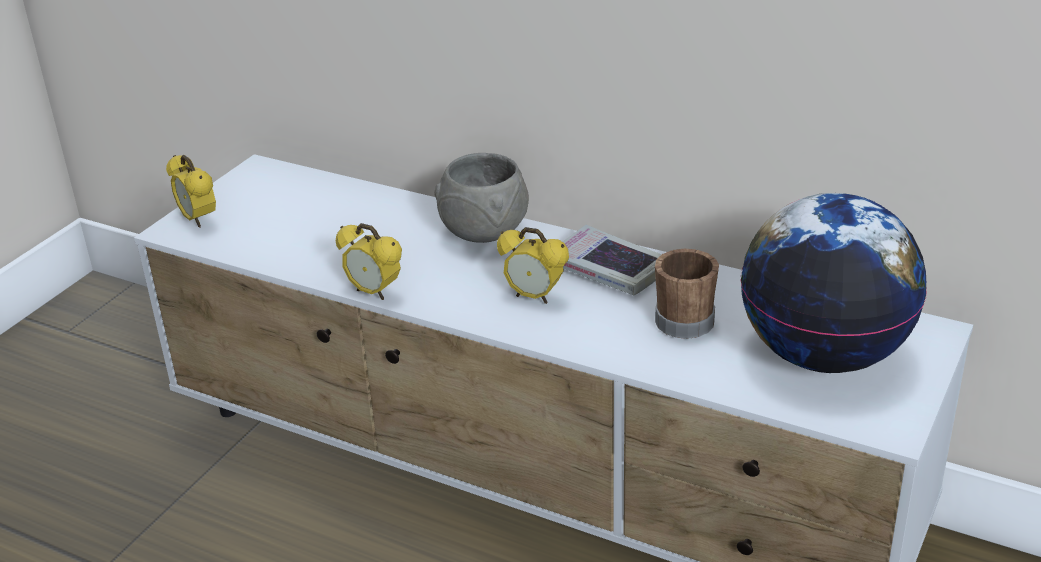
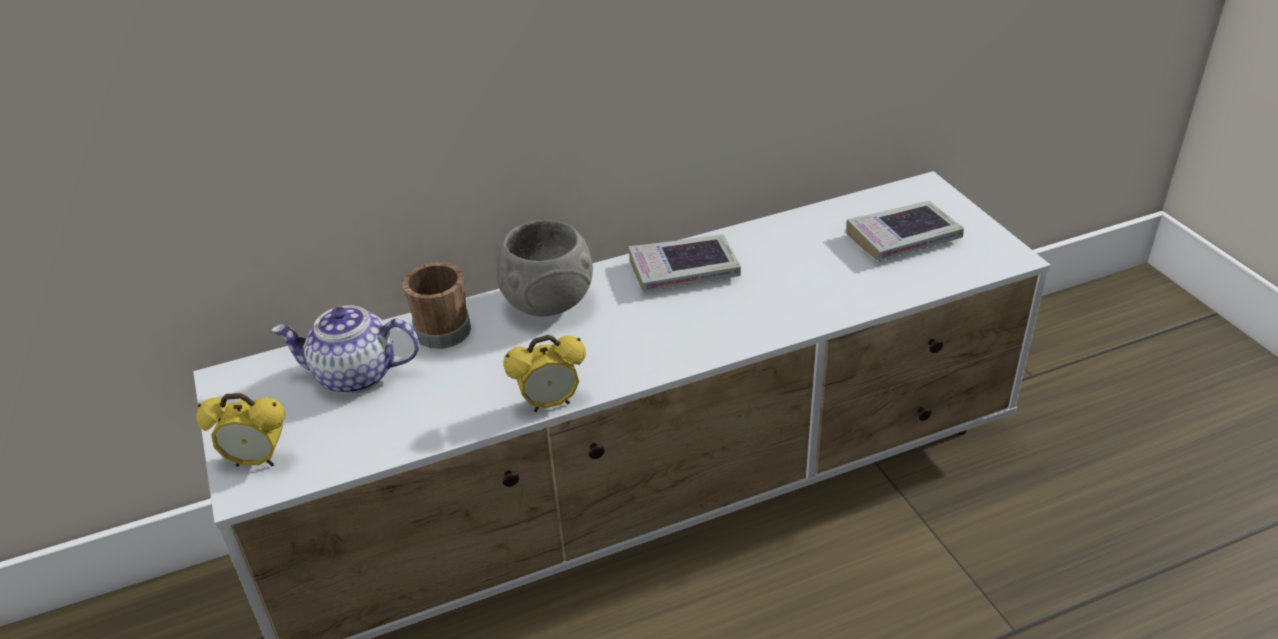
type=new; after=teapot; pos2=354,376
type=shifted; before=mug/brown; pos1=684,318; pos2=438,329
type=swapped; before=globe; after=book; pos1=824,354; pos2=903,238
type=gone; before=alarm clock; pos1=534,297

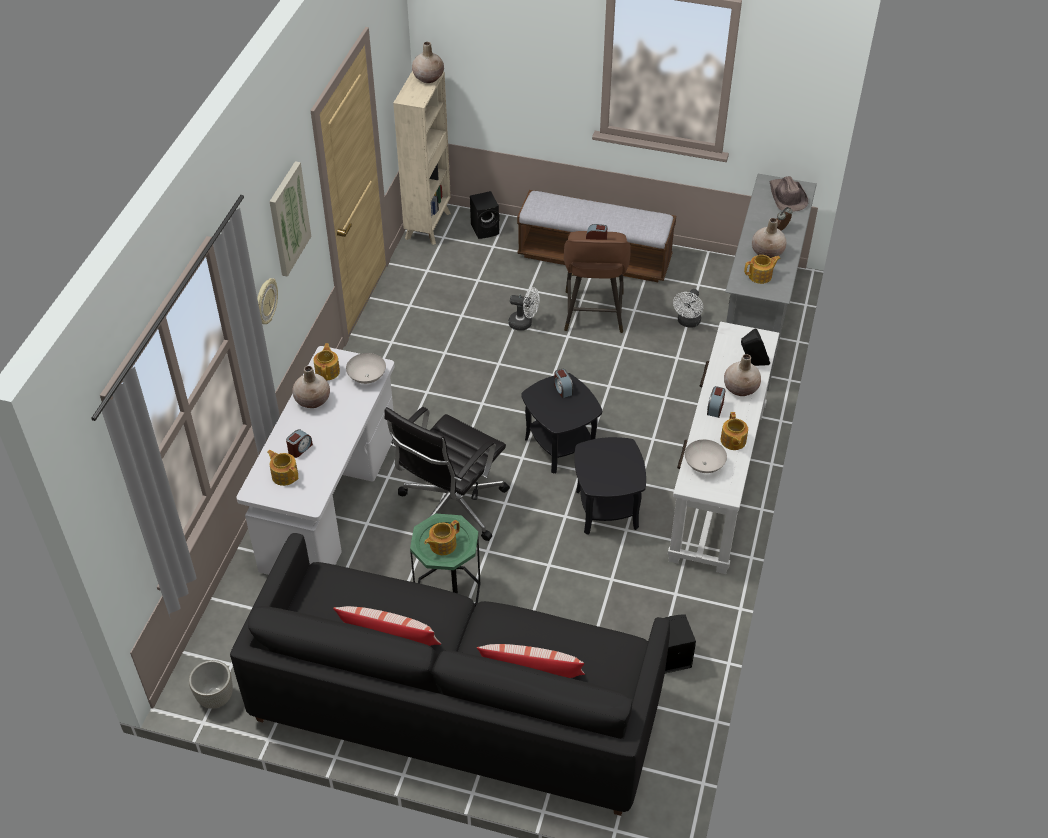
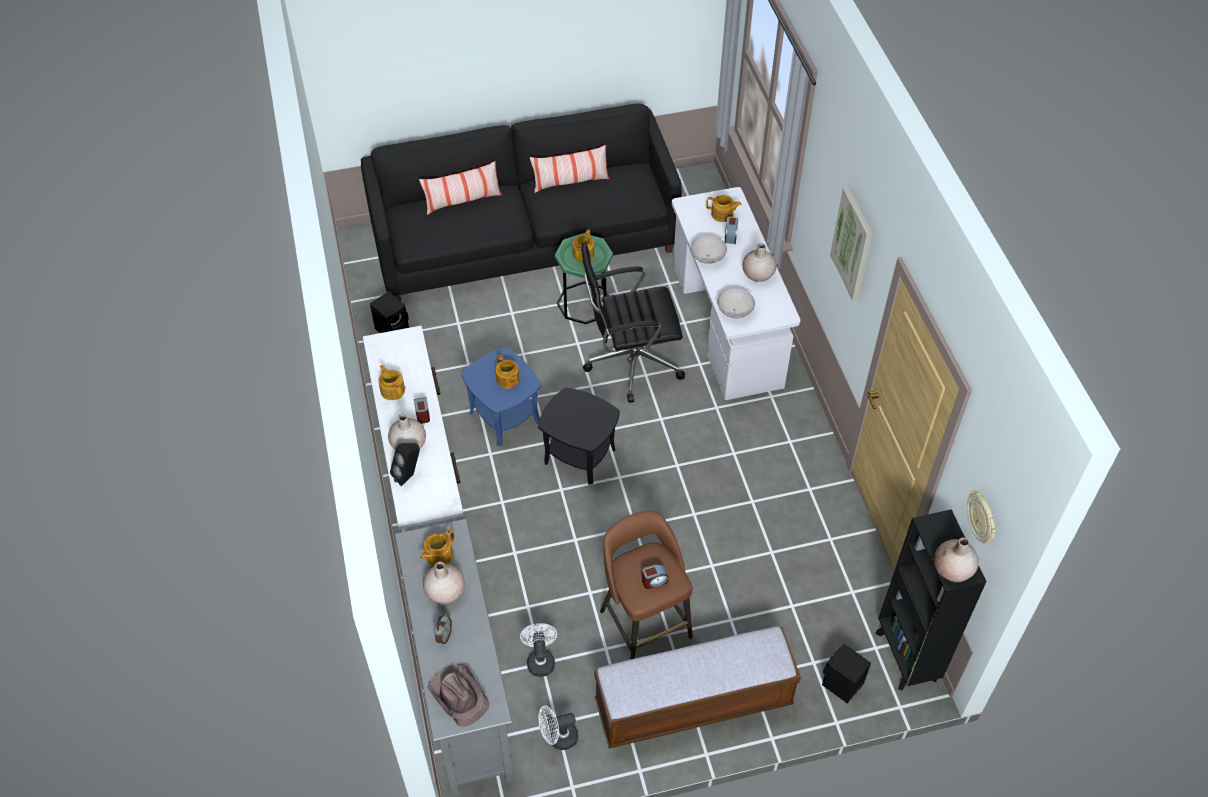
type=repainted; before=side table/black; after=side table/blue; pos1=607,510; pos2=504,417
type=shifted; before=teapot; pos1=328,371; pos2=507,380
type=shifted; before=fan/white; pos1=524,323; pos2=558,738
type=rotated; before=office chair/black; pos1=450,508; pos2=630,362; turn=-105
type=shifted; before=bowl/white; pos1=704,465; pos2=707,258
type=repainted; before=bookcase/beige; after=bookcase/black; pos1=428,225; pos2=906,657
type=shifted; before=wall clock; pos1=265,302; pos2=982,518
type=gone; before=planter/grey; pos1=215,698
type=gone; before=alarm clock; pos1=563,389

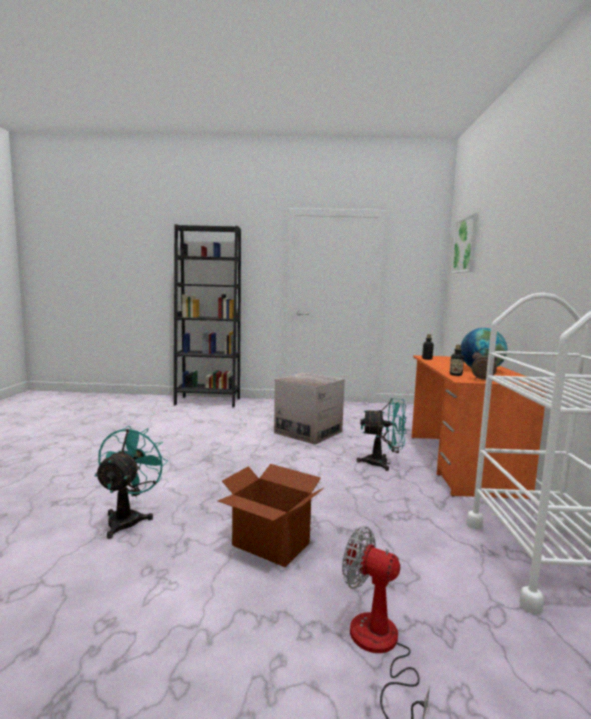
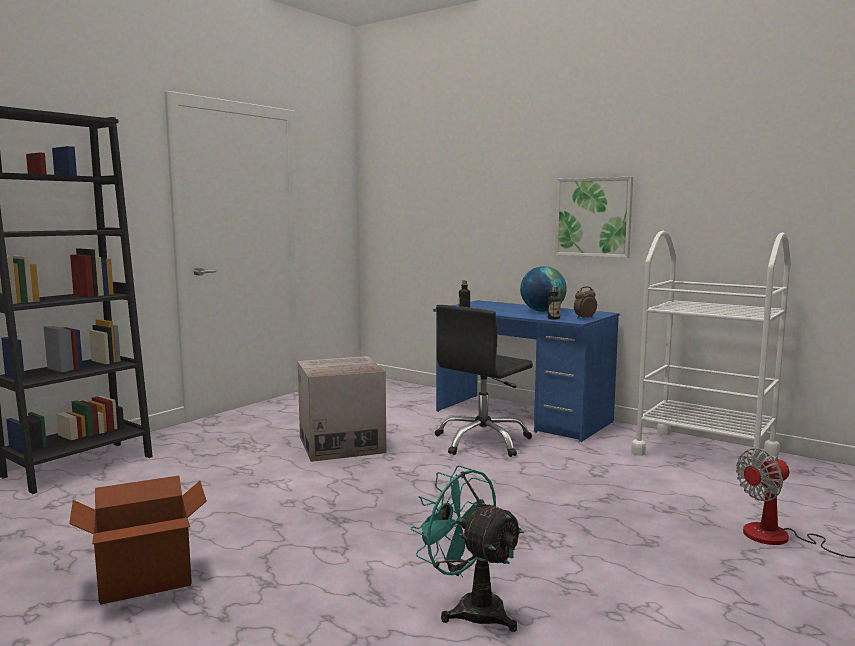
type=shifted; before=cardboard box; pos1=270,545; pos2=145,580
type=repainted; before=desk/orange; after=desk/blue; pos1=461,463; pos2=522,417
type=swapped; before=fan/turquoise; after=office chair/black; pos1=383,463; pos2=483,441
type=shifted; before=picture; pos1=465,245; pos2=593,217

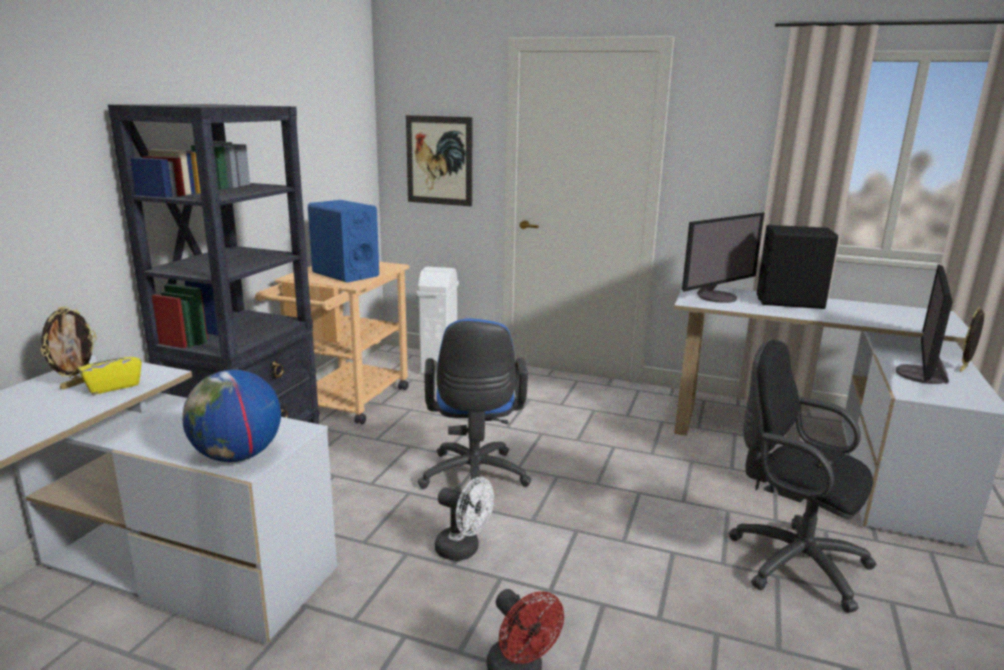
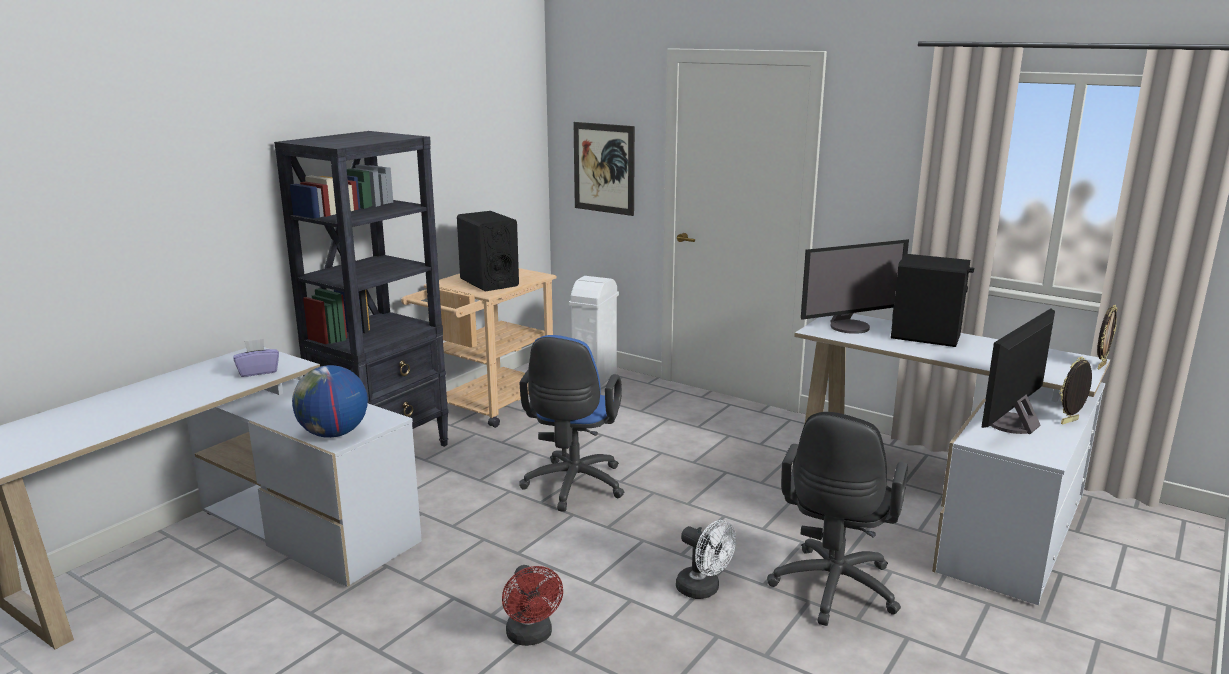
type=repainted; before=tissue box/yellow; after=tissue box/purple; pos1=113,386; pos2=258,371
type=repainted; before=speaker/blue; after=speaker/black; pos1=345,274; pos2=489,282
type=shifted; before=fan/white; pos1=463,550; pos2=703,590
type=rotated; before=office chair/black; pos1=790,560; pos2=832,591; turn=-120
type=shifted; before=picture frame; pos1=76,384; pos2=1100,366

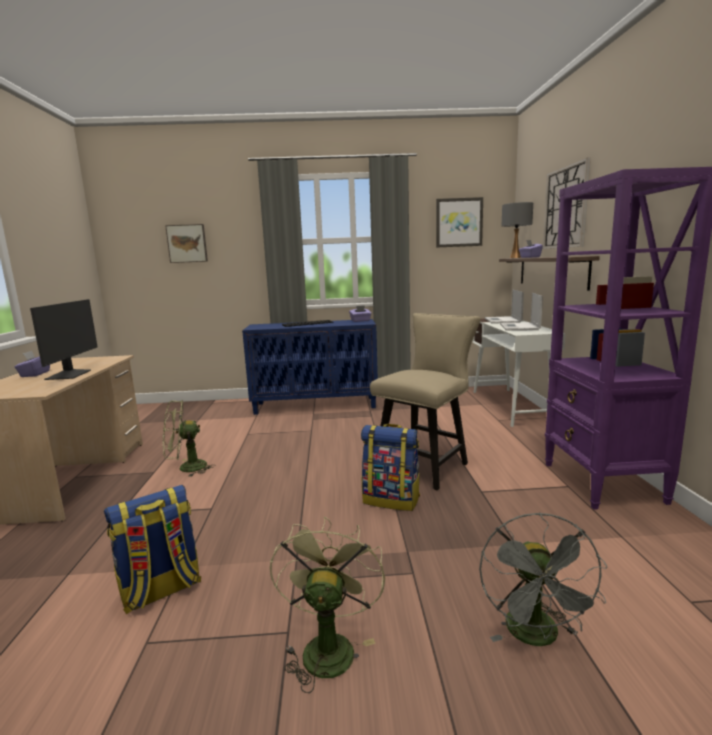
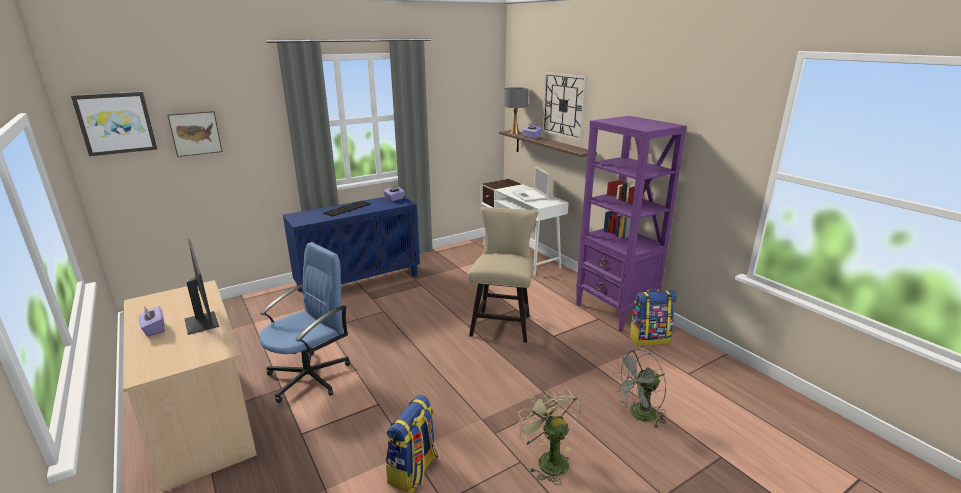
type=shifted; before=picture; pos1=459,222; pos2=116,123
type=swapped; before=fan/green; after=office chair/blue; pos1=186,468; pos2=310,376
type=rotated; before=fan/grey; pos1=537,637; pos2=638,415; turn=90
type=shifted; before=backpack; pos1=392,499; pos2=649,338
type=gone; before=laptop; pos1=503,320

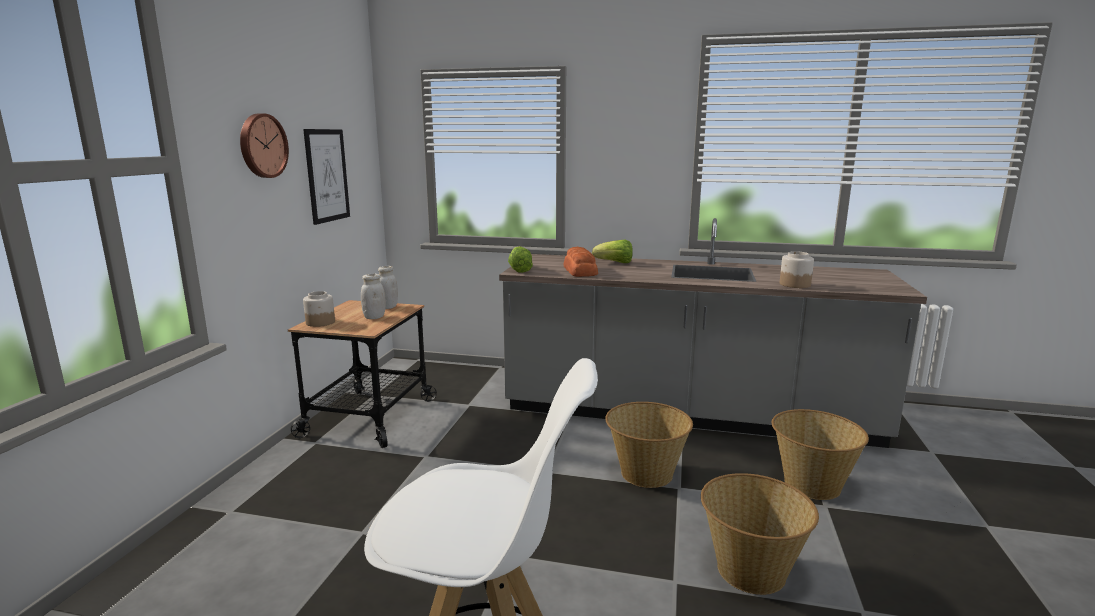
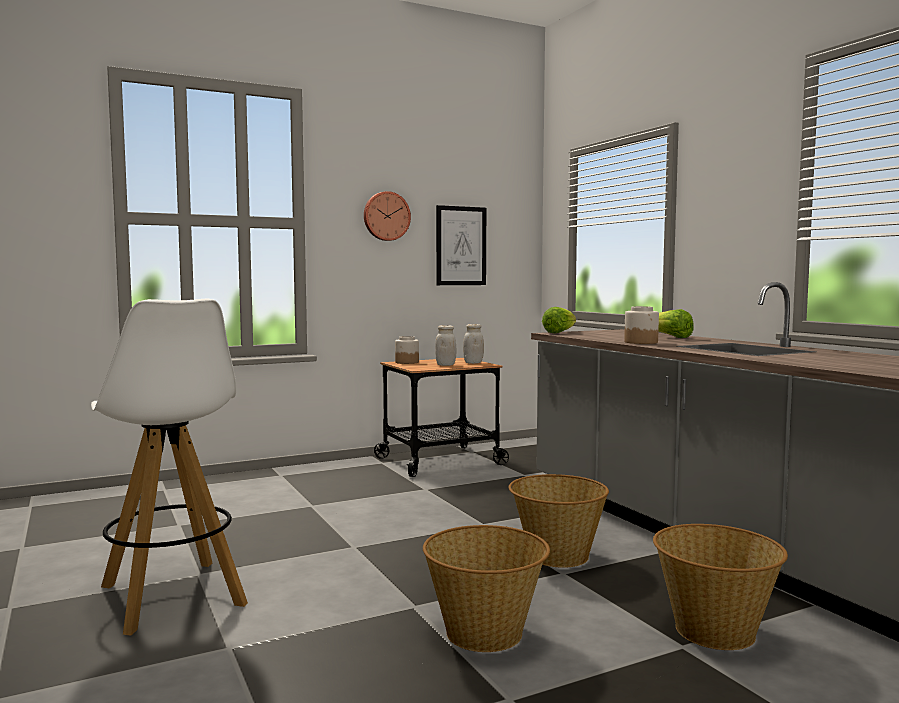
type=shifted; before=jar; pos1=794,284; pos2=641,342
type=gone; before=bread; pos1=580,271

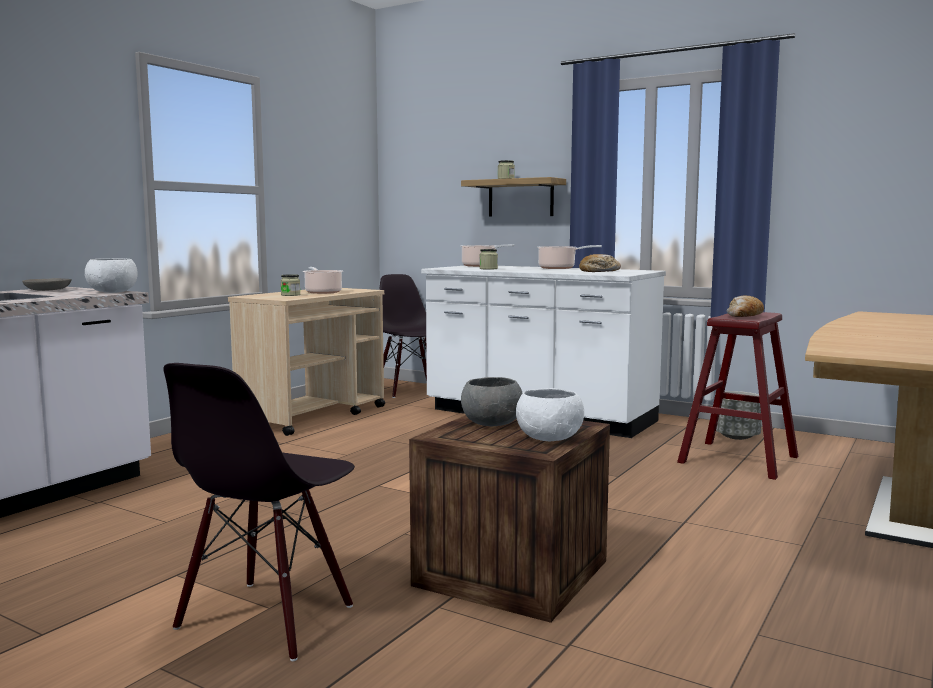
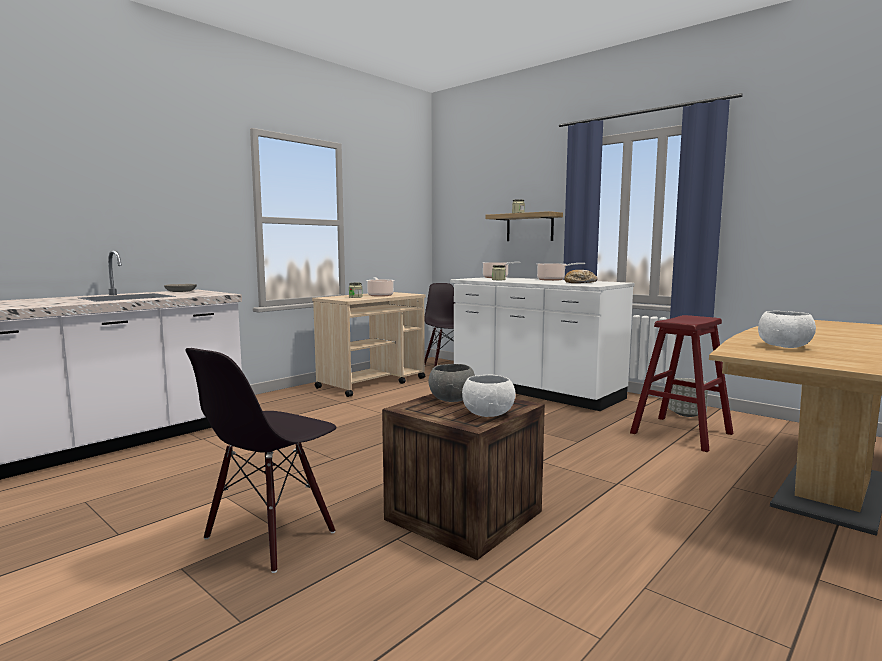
type=shifted; before=bowl/white; pos1=112,292; pos2=783,346
type=gone; before=bread; pos1=744,316

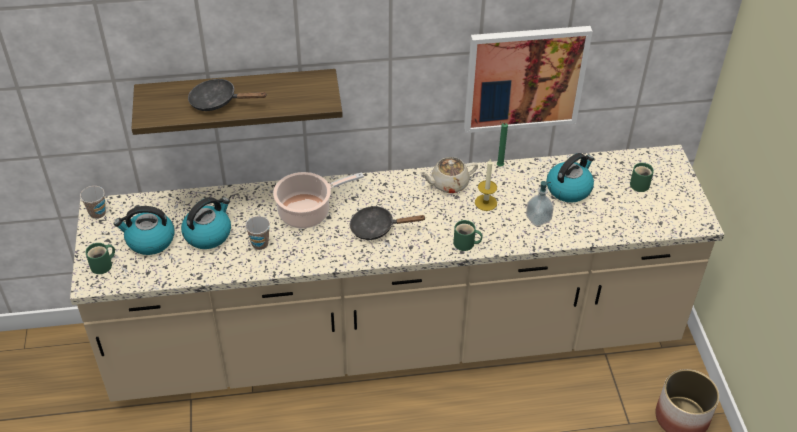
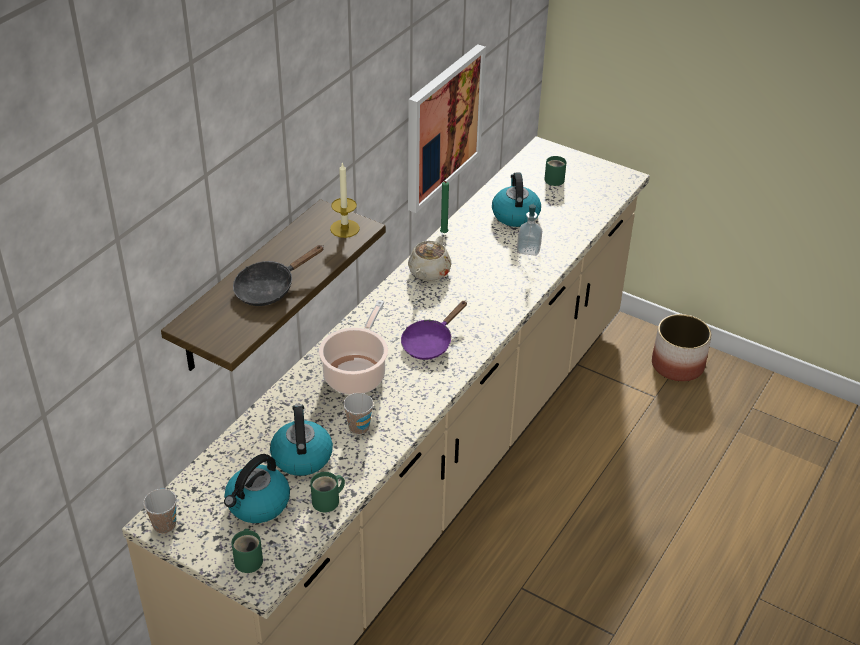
type=shifted; before=mug/green; pos1=465,244; pos2=328,501
type=shifted; before=candle; pos1=485,202; pos2=344,228
type=repainted; before=frying pan/black; after=frying pan/purple; pos1=377,228; pos2=430,343

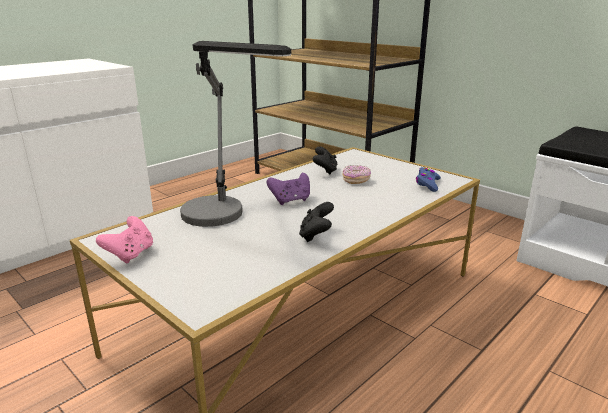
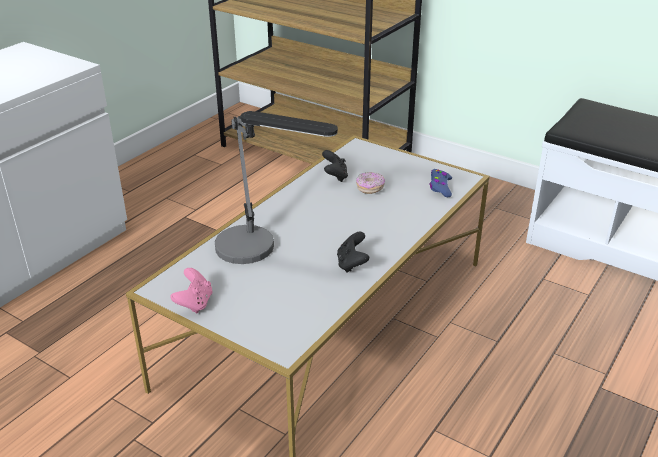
type=gone; before=game controller/purple; pos1=290,200

